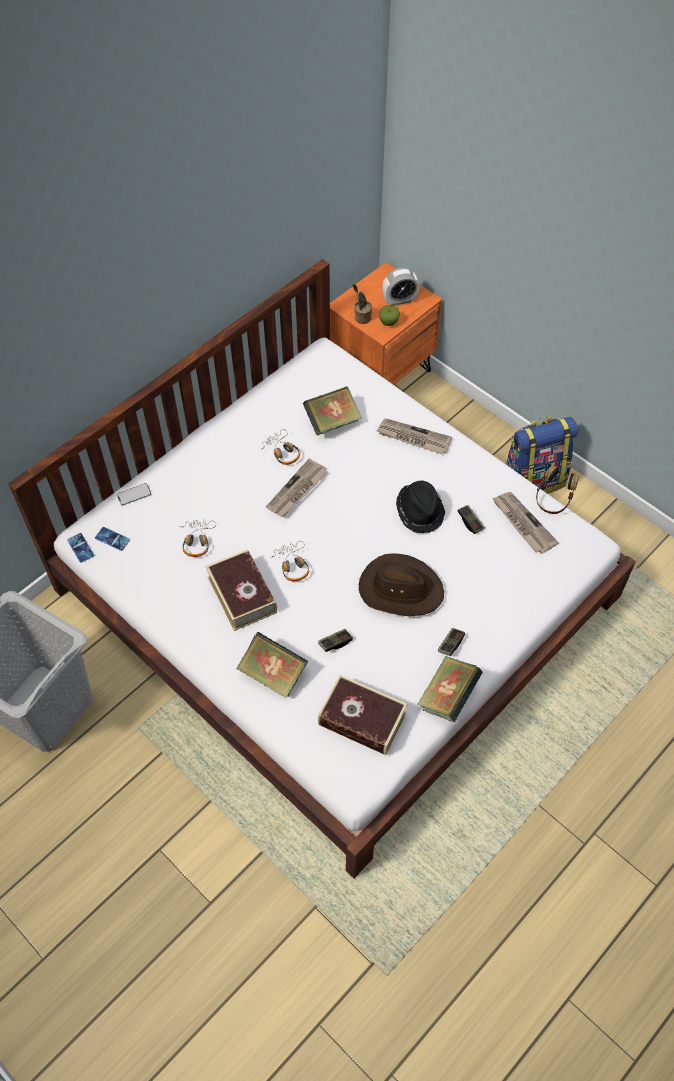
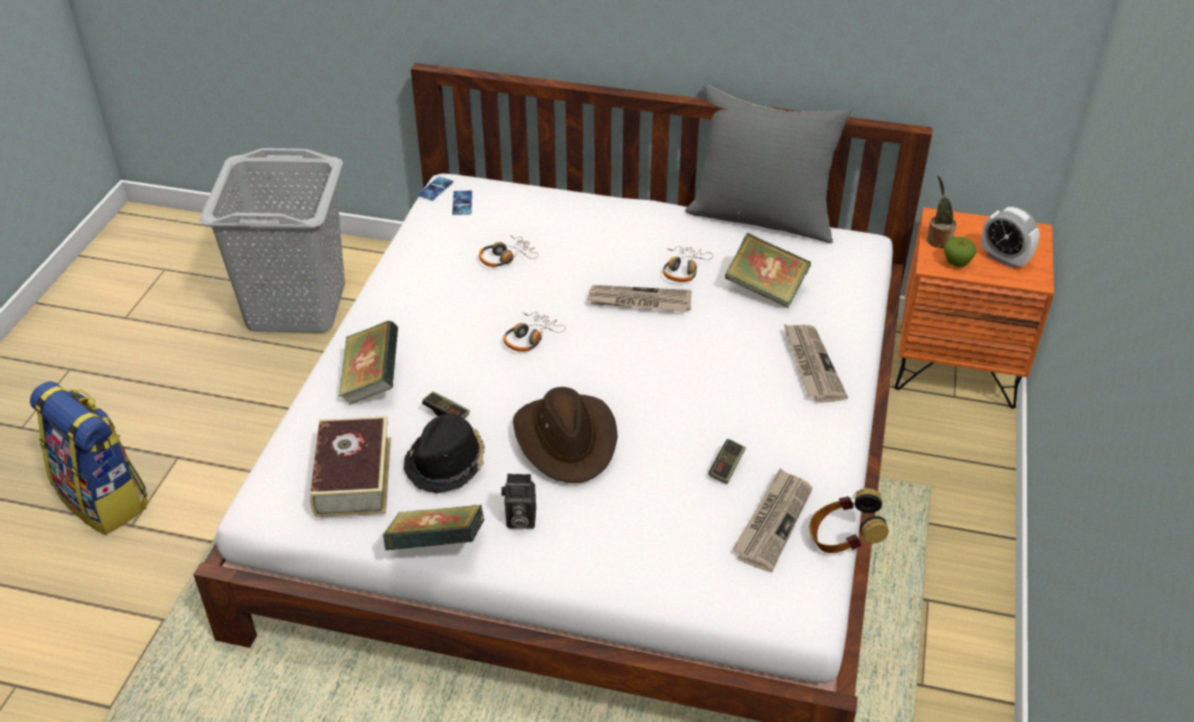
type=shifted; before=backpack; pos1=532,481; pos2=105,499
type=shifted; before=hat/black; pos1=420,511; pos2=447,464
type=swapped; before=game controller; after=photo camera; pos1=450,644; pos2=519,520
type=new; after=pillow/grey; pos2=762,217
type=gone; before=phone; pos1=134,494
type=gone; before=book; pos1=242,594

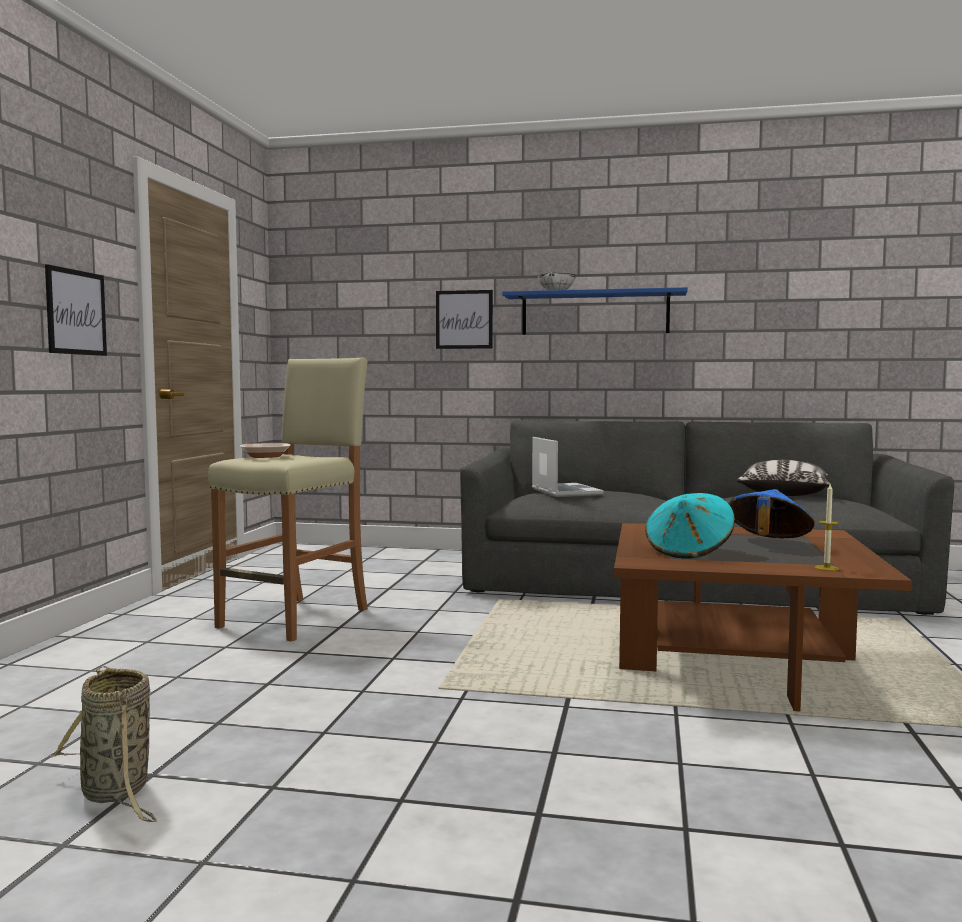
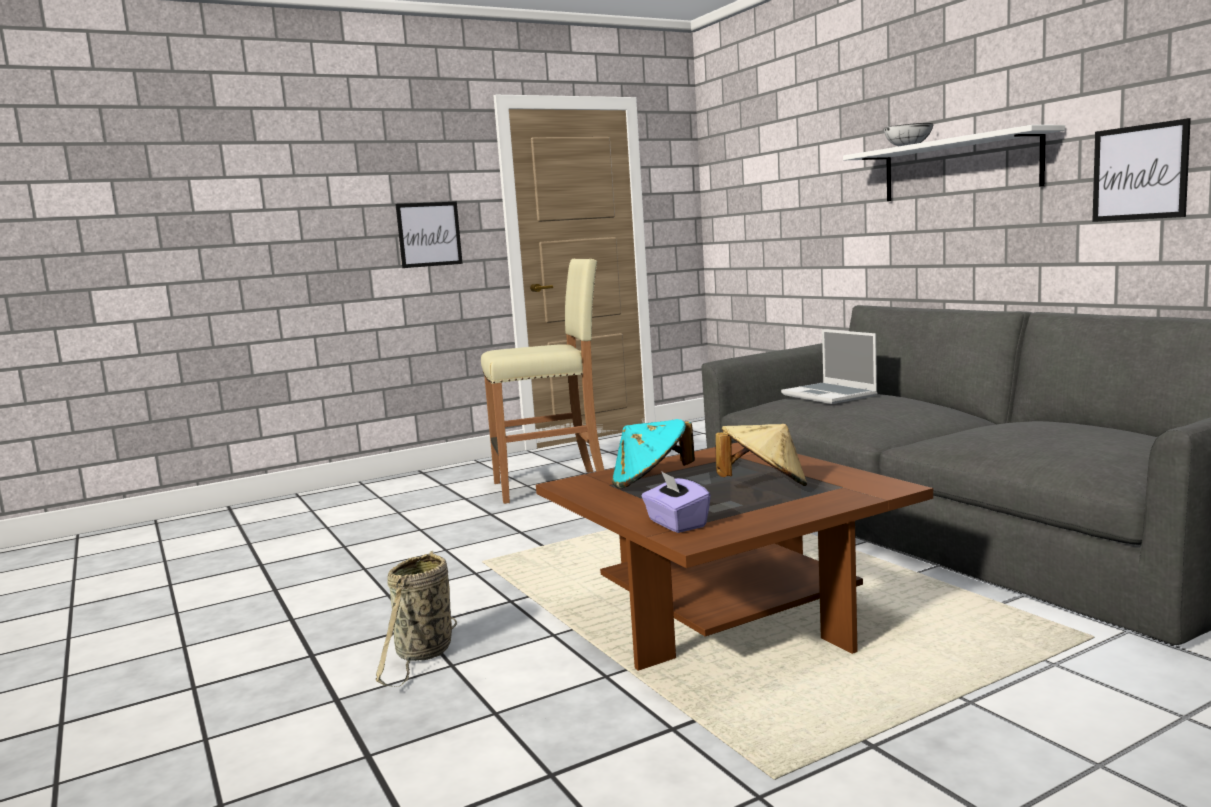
type=shifted; before=basket; pos1=117,793; pos2=423,654
type=swapped; before=candle; after=tissue box/purple; pos1=826,568; pos2=676,524
type=repainted; before=hat/blue; after=hat/beige; pos1=768,543; pos2=764,486
type=rotated; before=laptop; pos1=564,492; pos2=830,395; turn=120
type=repainted; before=shelf/blue; after=shelf/white; pos1=595,313; pos2=959,168
type=shifted; before=picture; pos1=464,319; pos2=1139,172
type=gone; before=bowl; pos1=265,456
type=gone; before=pillow; pos1=783,493

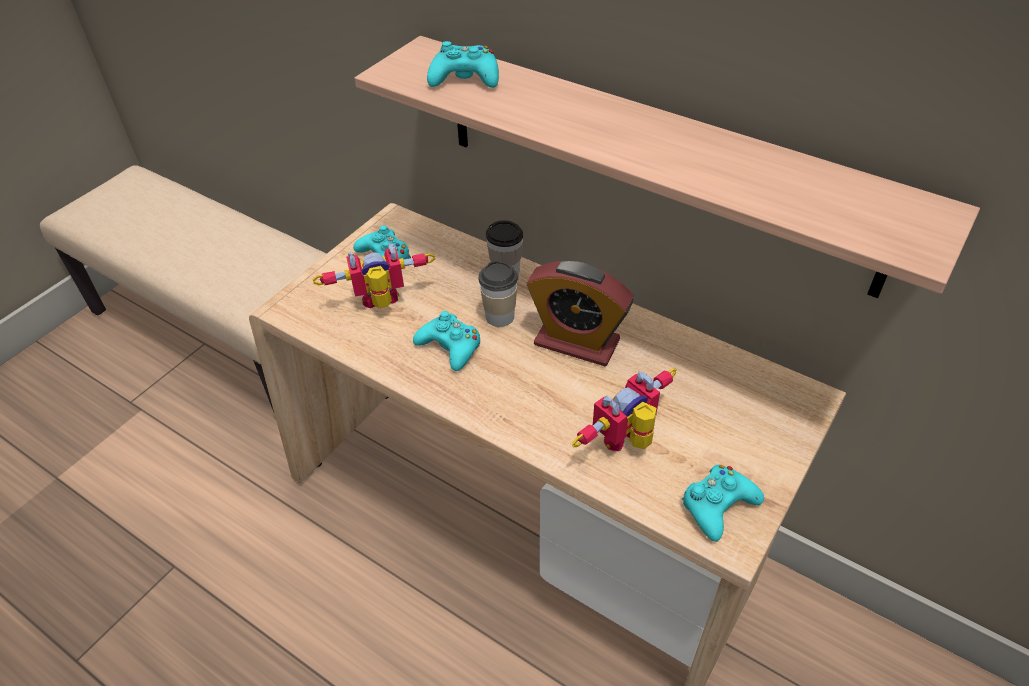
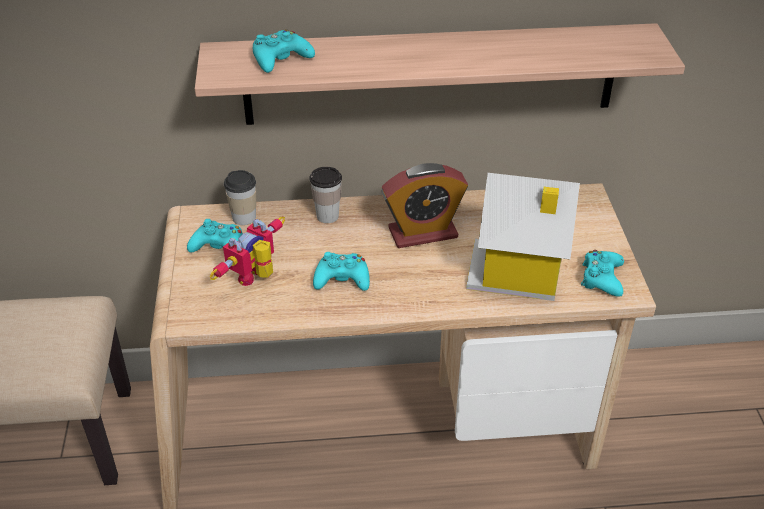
type=shifted; before=cup; pos1=499,316; pos2=244,217
type=swapped; before=toy robot; after=toy house; pos1=628,442; pos2=518,273

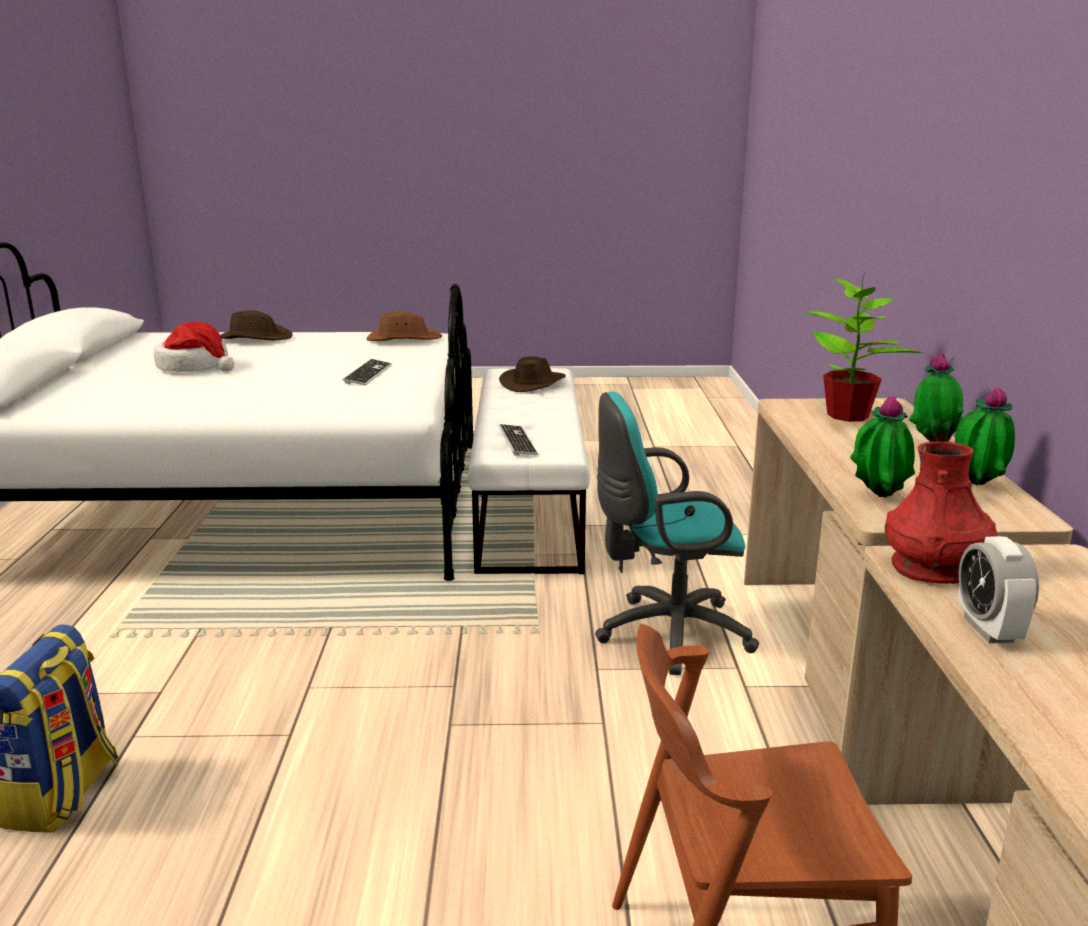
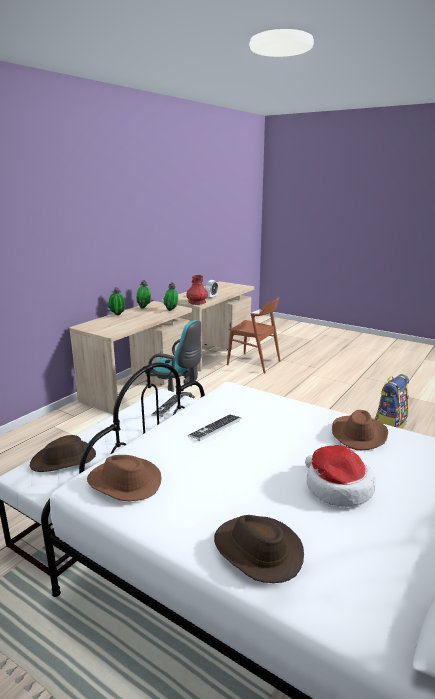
type=new; after=hat/brown; pos2=358,434
type=gone; before=potted plant; pos1=848,416

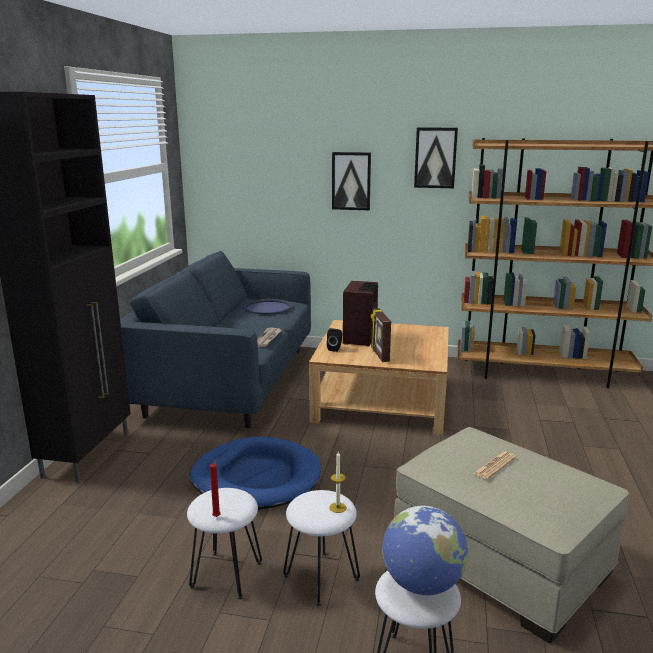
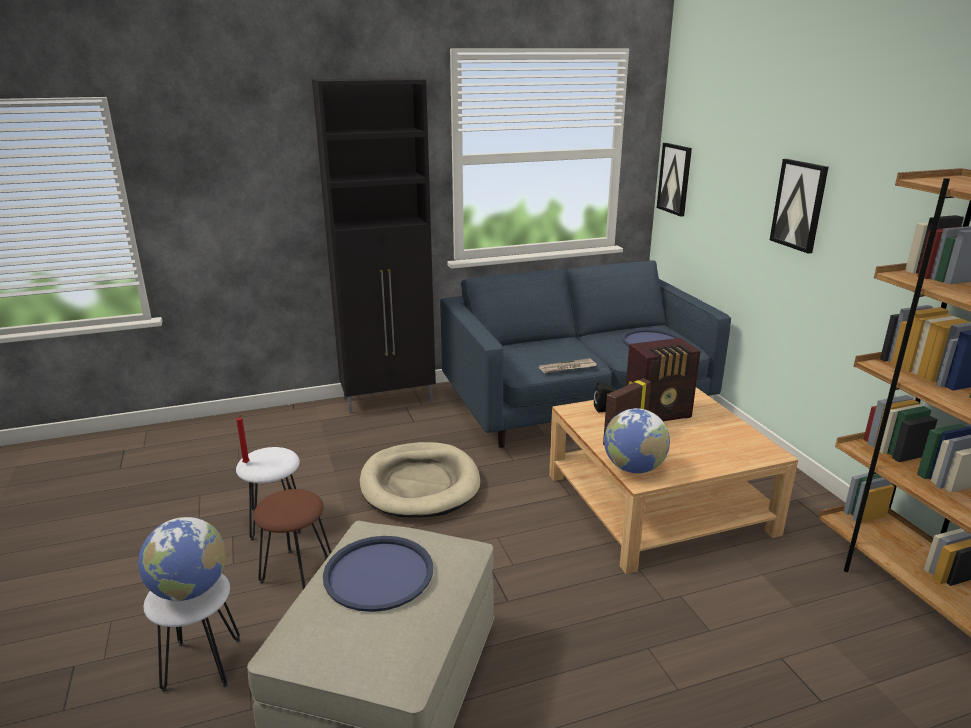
type=repainted; before=stool/white; after=stool/brown; pos1=321,577; pos2=297,571
type=swapped; before=newspaper; after=tray/blue; pos1=494,466; pos2=378,574
type=repainted; before=dog bed/blue; after=dog bed/beige; pos1=256,478; pos2=420,484
type=new; after=globe; pos2=633,468
type=shifted; before=picture; pos1=435,158; pos2=675,179
type=gone; before=candle; pos1=337,507

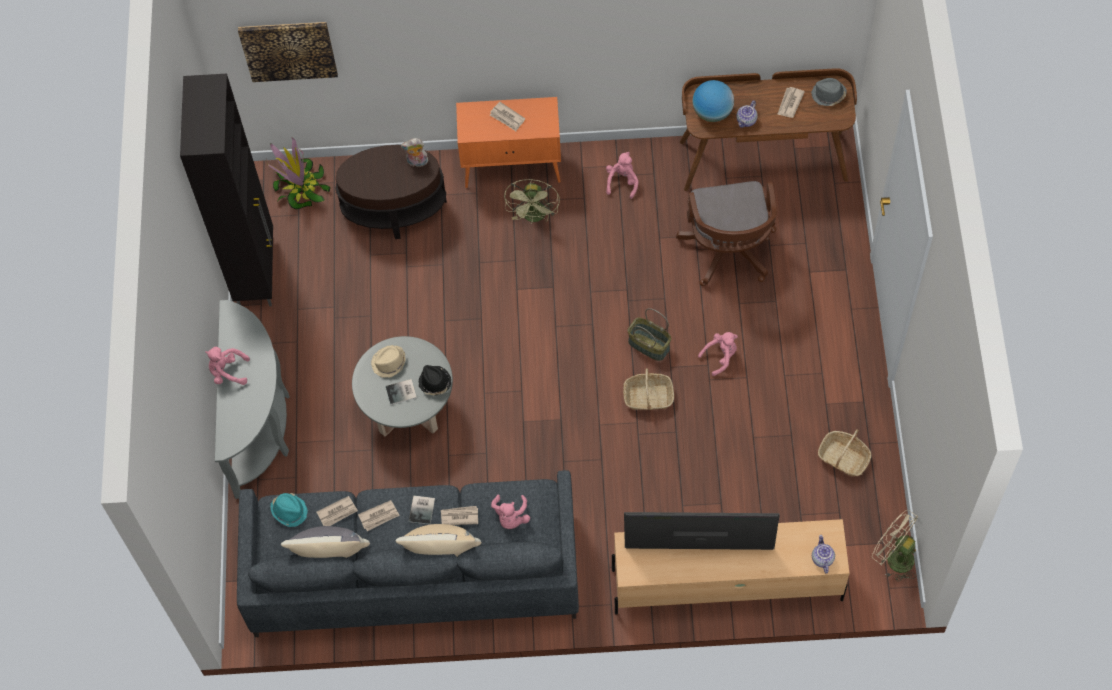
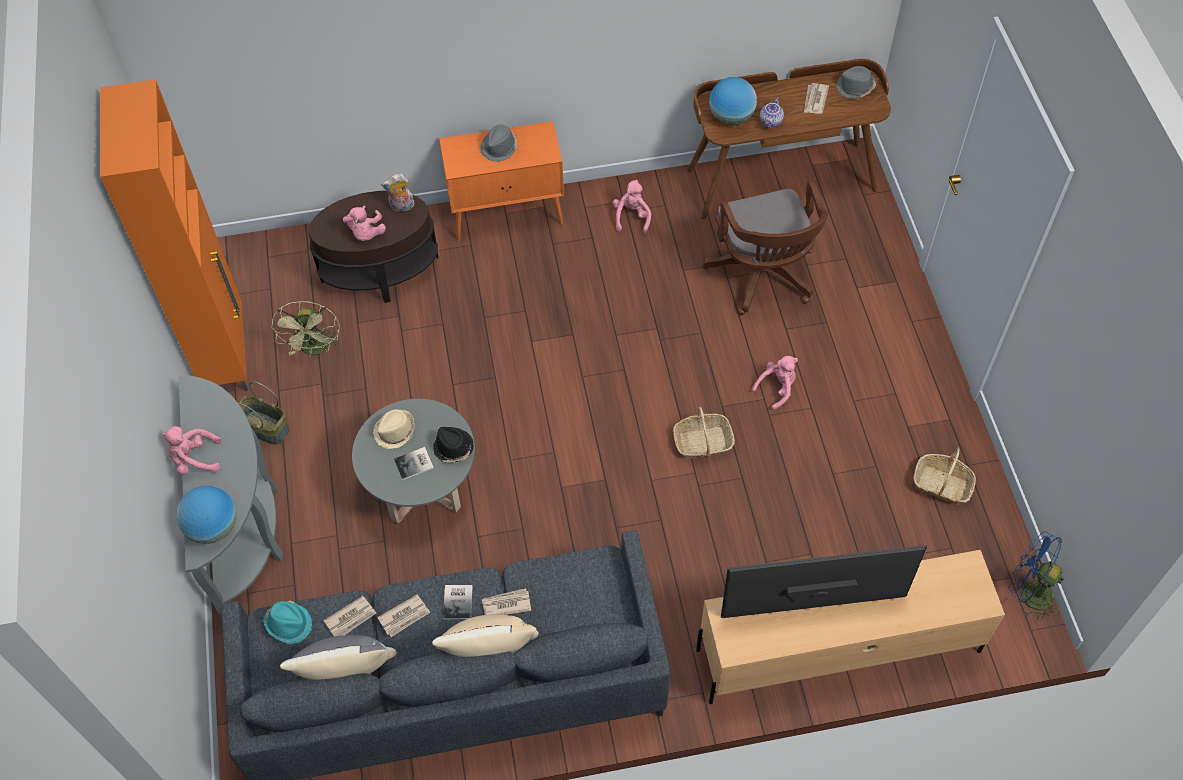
type=repainted; before=cabinet/black; after=cabinet/orange; pos1=256,271; pos2=226,354
type=new; after=globe; pos2=213,527
type=shifted; before=basket; pos1=648,345; pos2=264,428
type=shifted; before=fan/green; pos1=534,217; pos2=315,349
type=shifted; before=plush toy/pink; pos1=511,517; pos2=366,233
type=swapped; before=newspaper; after=hat/grey; pos1=507,118; pos2=499,148
type=repainted; before=fan/beige; after=fan/blue; pos1=894,557; pos2=1028,593
type=gone; before=picture; pos1=288,50
type=gone; before=potted plant; pos1=300,188
type=gone; before=teapot; pos1=821,558

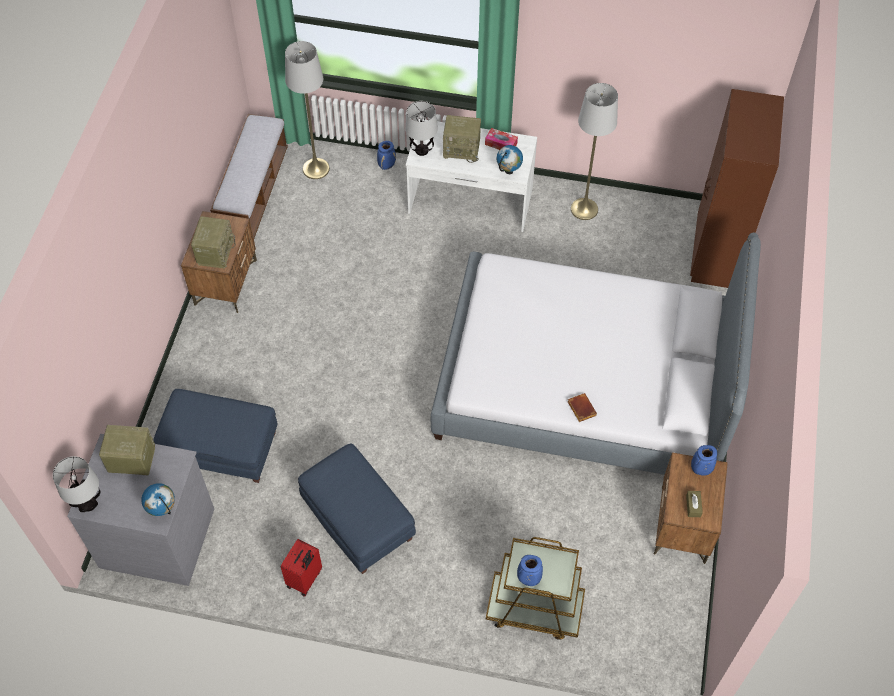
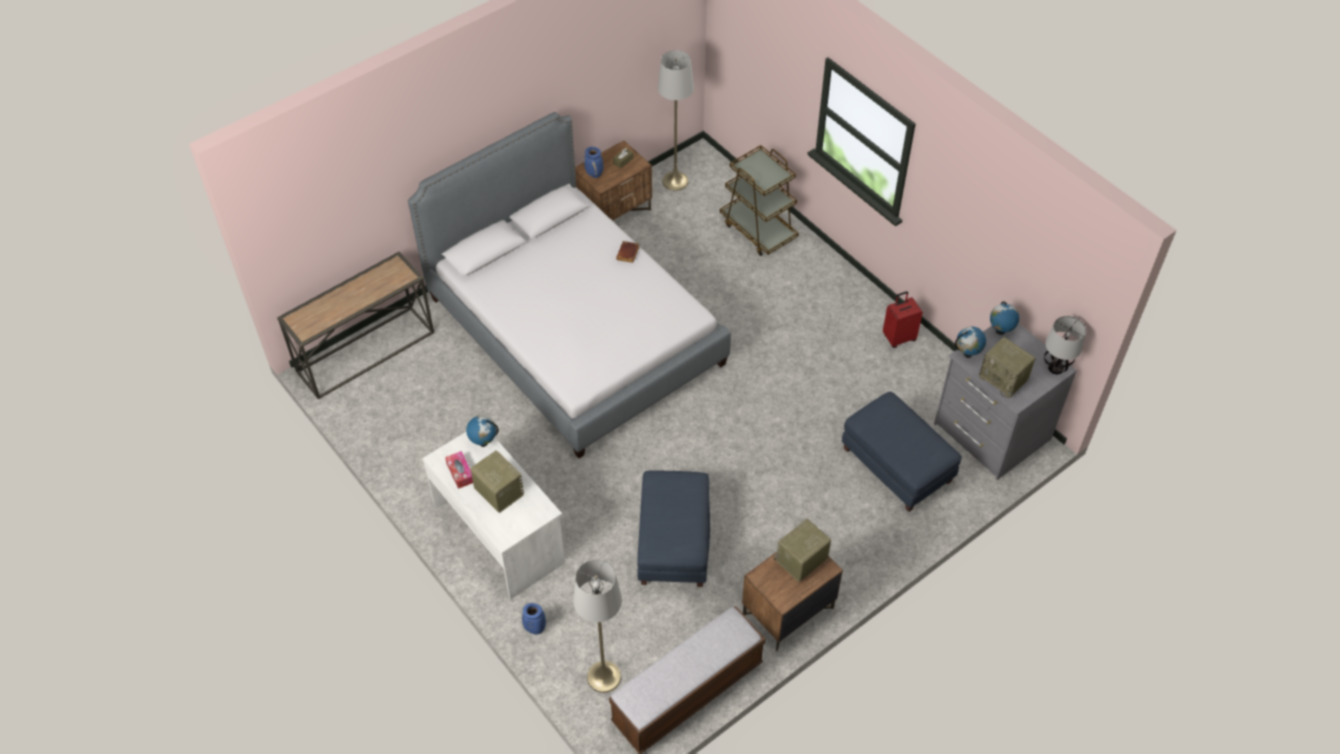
type=swapped; before=wardrobe/brown; after=console table; pos1=715,253; pos2=365,351
type=shifted; before=ottoman/blue; pos1=358,520; pos2=674,542
type=shifted; before=floor lamp/grey; pos1=584,209; pos2=675,181
type=new; after=globe; pos2=967,354
type=gone; before=table lamp; pos1=422,151
type=gone; before=vase/blue; pos1=528,579

